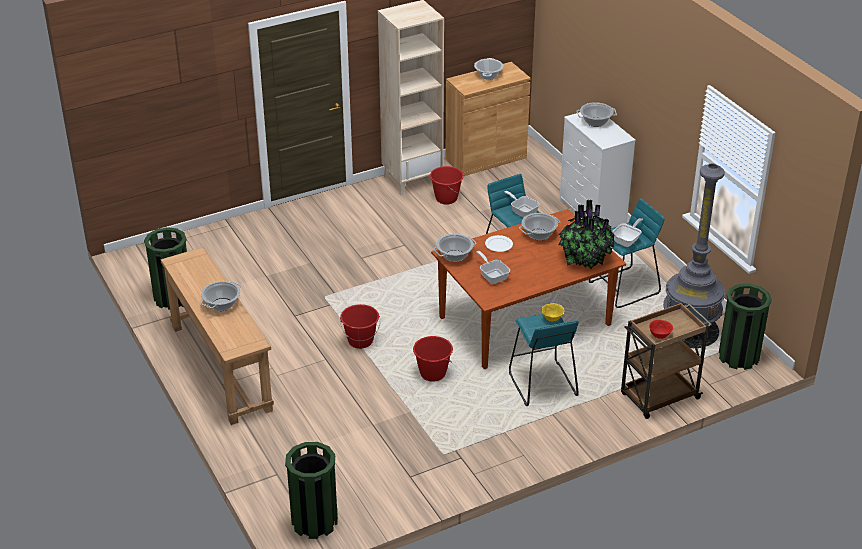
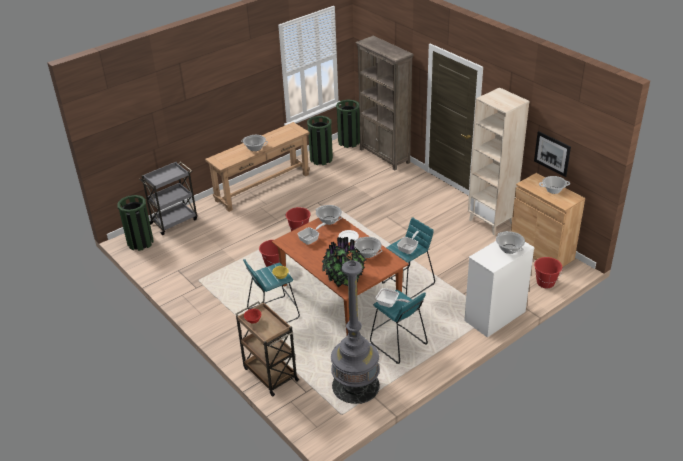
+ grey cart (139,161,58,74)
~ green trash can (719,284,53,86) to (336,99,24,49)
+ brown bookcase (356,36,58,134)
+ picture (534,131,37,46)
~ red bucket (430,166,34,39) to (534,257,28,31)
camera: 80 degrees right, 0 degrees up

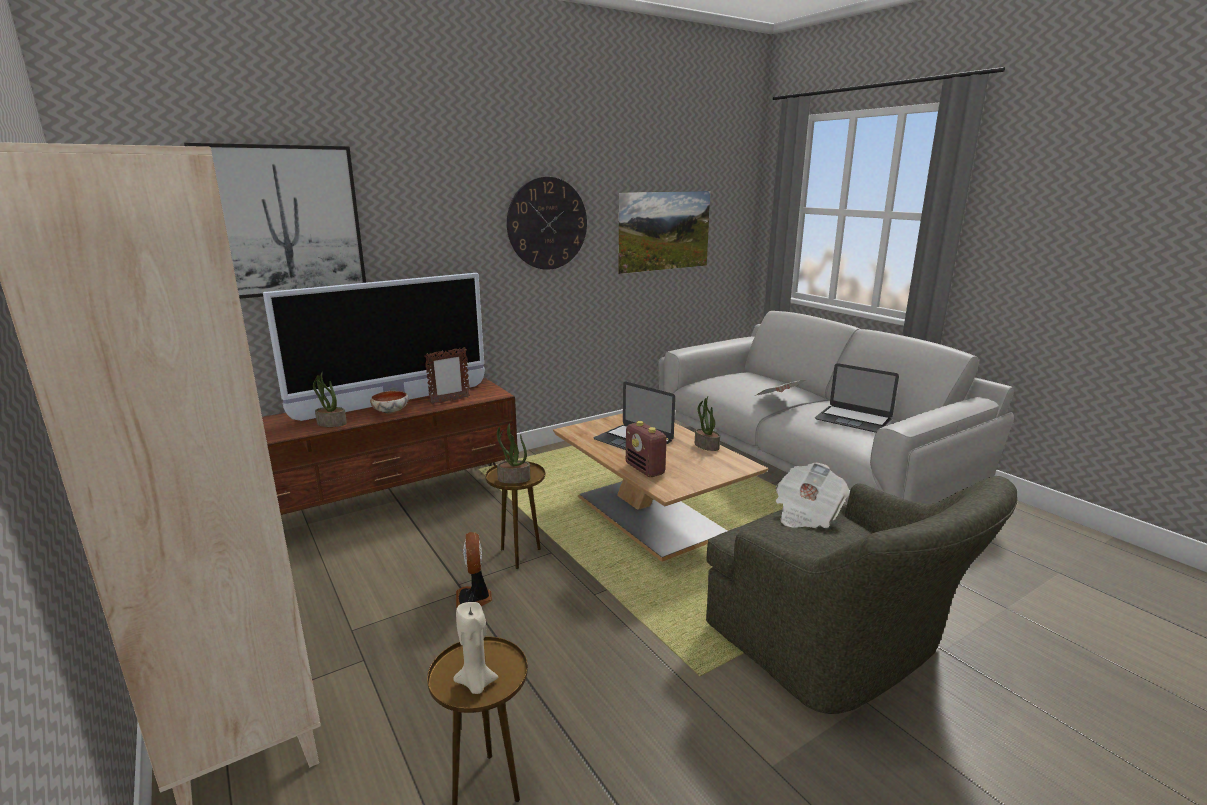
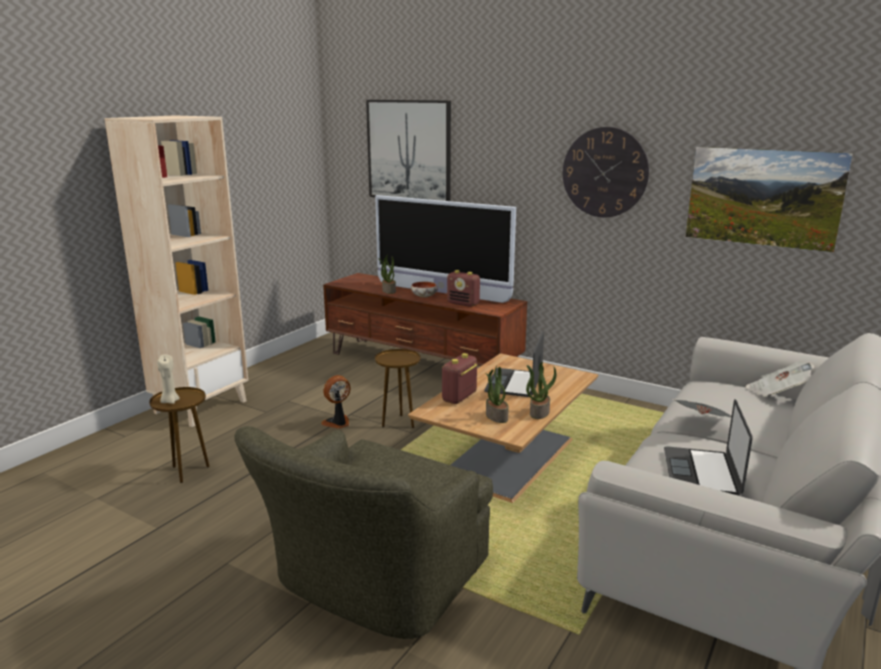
~ picture frame (424,347,46,57) to radio (447,270,33,37)
~ potted plant (497,424,33,60) to (485,366,24,57)
~ newspaper (776,463,73,65) to (746,361,69,36)
camera: 65 degrees right, 0 degrees up

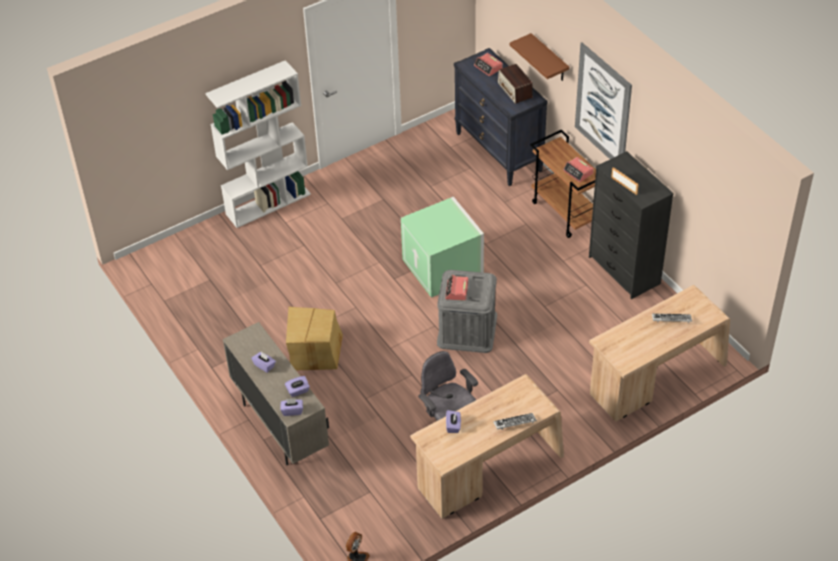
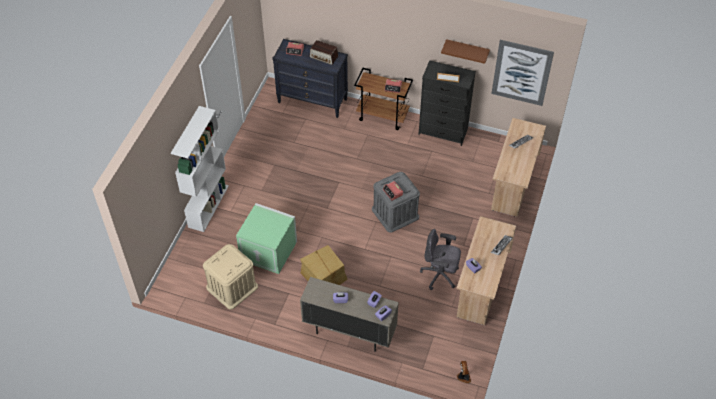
+ beige storage box (203,244,55,65)
~ green storage box (401,196,83,102) to (236,203,61,71)
~ brown shelf (510,33,59,48) to (441,39,49,25)
~ picture (575,42,57,117) to (491,40,63,66)
camera: 40 degrees left, 5 degrees up

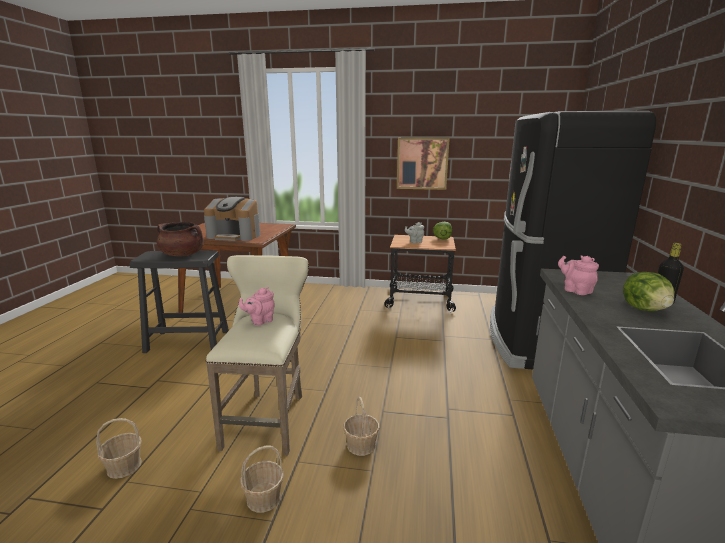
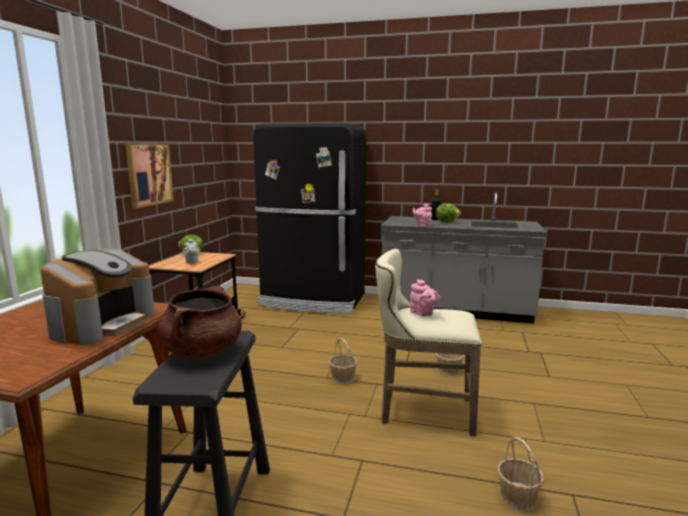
~ basket (240,446,44,67) to (329,338,28,46)
camera: 85 degrees left, 5 degrees down

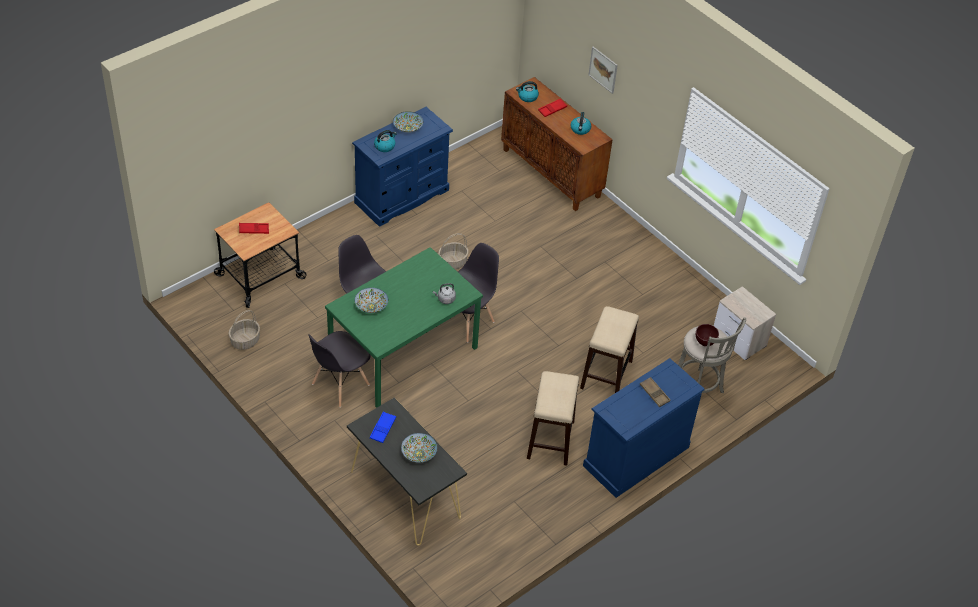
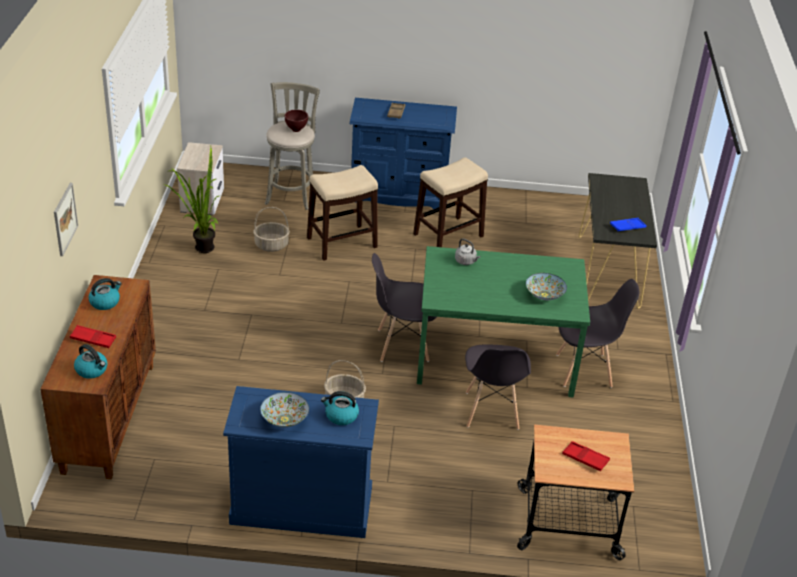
+ potted plant (165,146,54,107)
~ basket (228,310,32,40) to (253,207,37,45)
- bowl (401,433,37,30)
camera: 135 degrees left, 10 degrees down

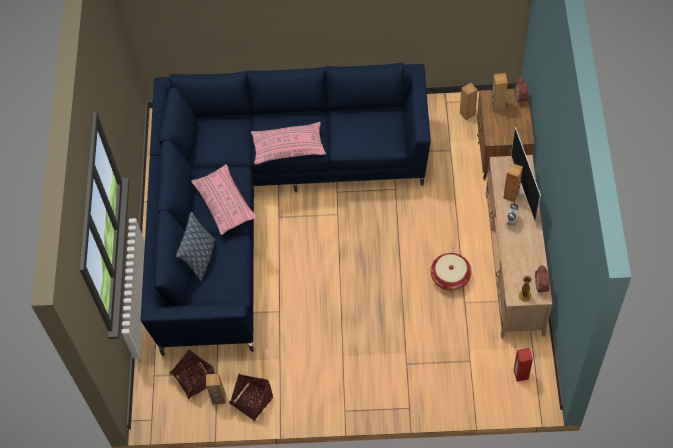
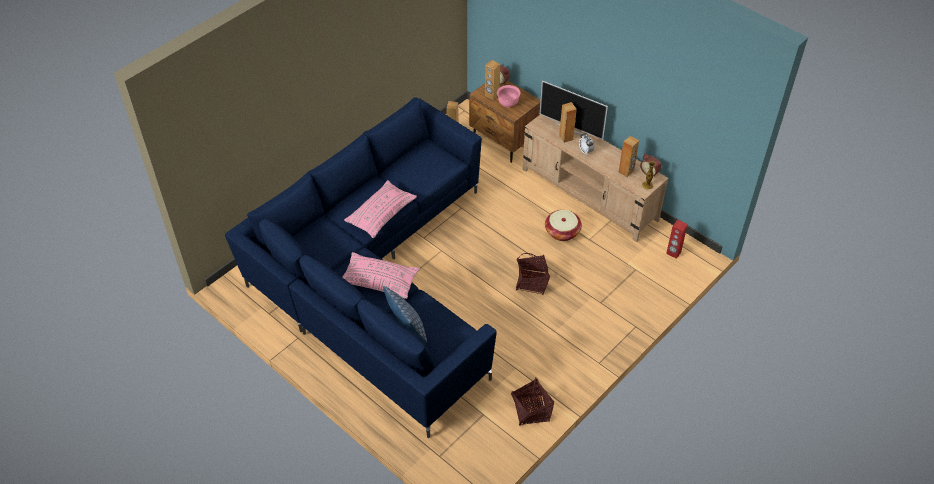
+ pink bowl (497,85,24,22)
~ basket (170,350,44,49) to (516,253,34,42)
~ brown speaker (206,374,20,31) to (619,136,20,41)
camera: 50 degrees left, 10 degrees down

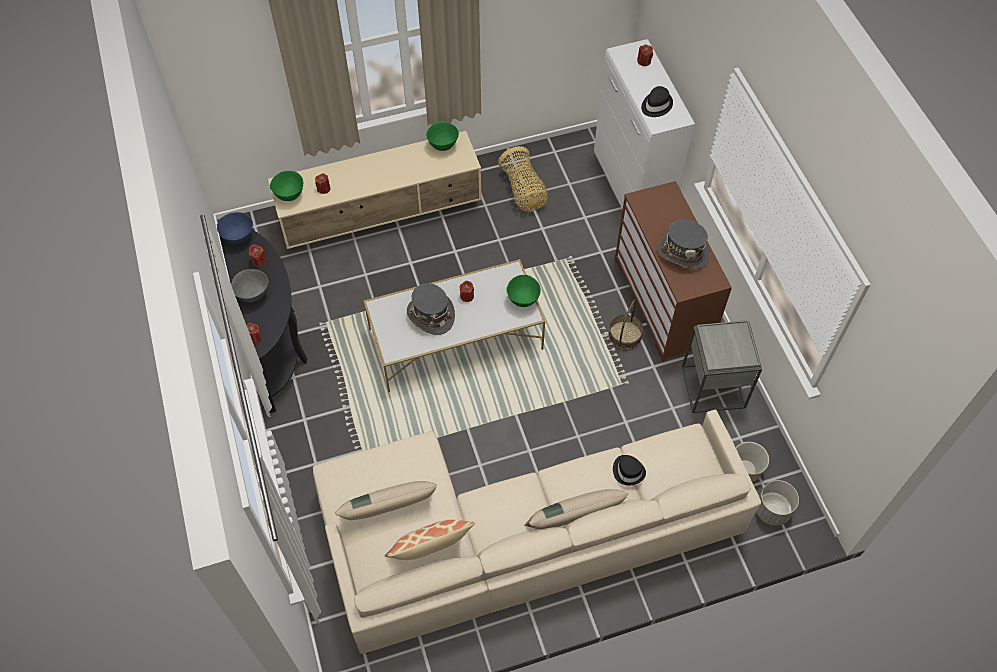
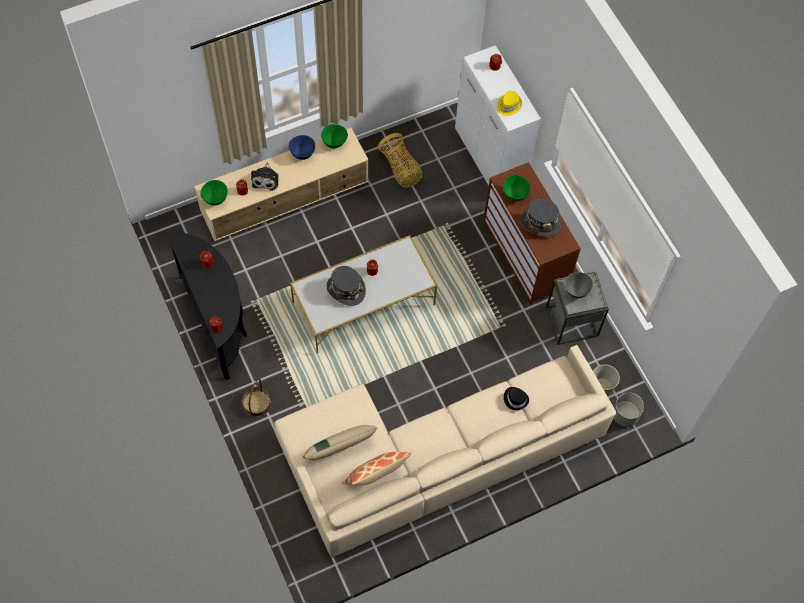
~ basket (608,299,35,50) to (242,378,29,39)
+ plush toy (251,162,27,29)
~ blue bowl (217,212,36,32) to (289,135,26,25)
~ black hat (641,86,32,31) to yellow hat (497,91,25,25)
~ green bowl (507,275,34,32) to (503,175,27,26)
~ grey bowl (231,269,37,33) to (565,272,28,26)
- beige pillow (524,489,104,40)
camera: 10 degrees left, 5 degrees up

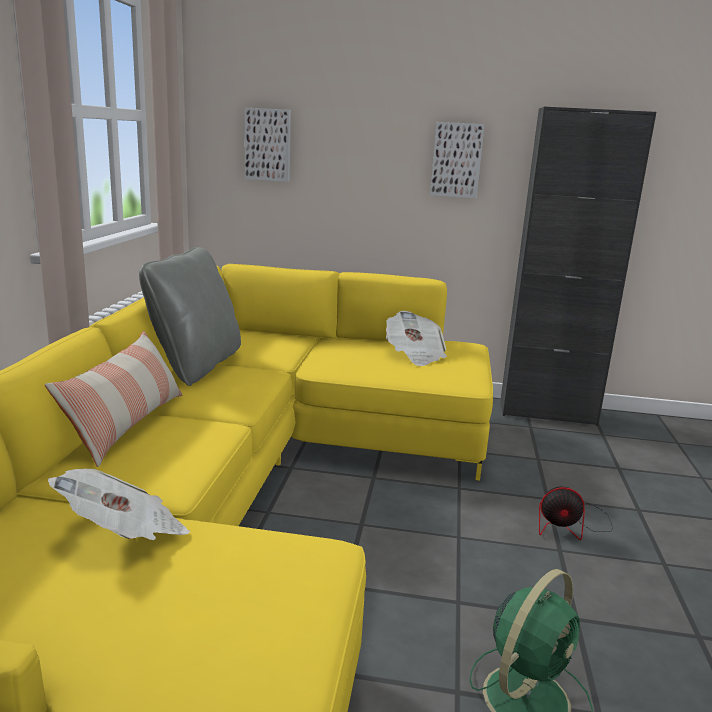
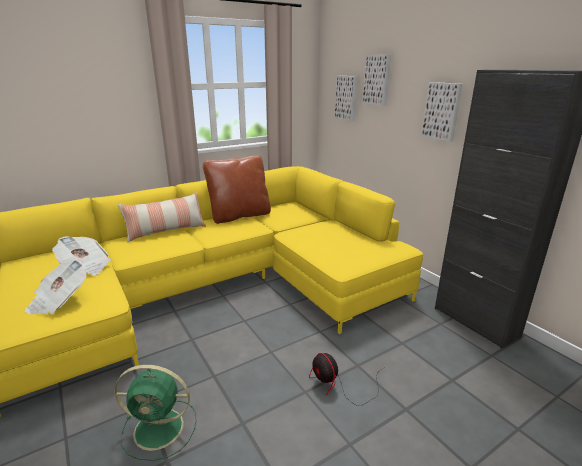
~ newspaper (386,311,61,55) to (25,260,62,55)
~ grey pillow (139,247,102,139) to brown pillow (203,156,68,68)
+ picture (362,55,29,51)
camera: 50 degrees right, 5 degrees up

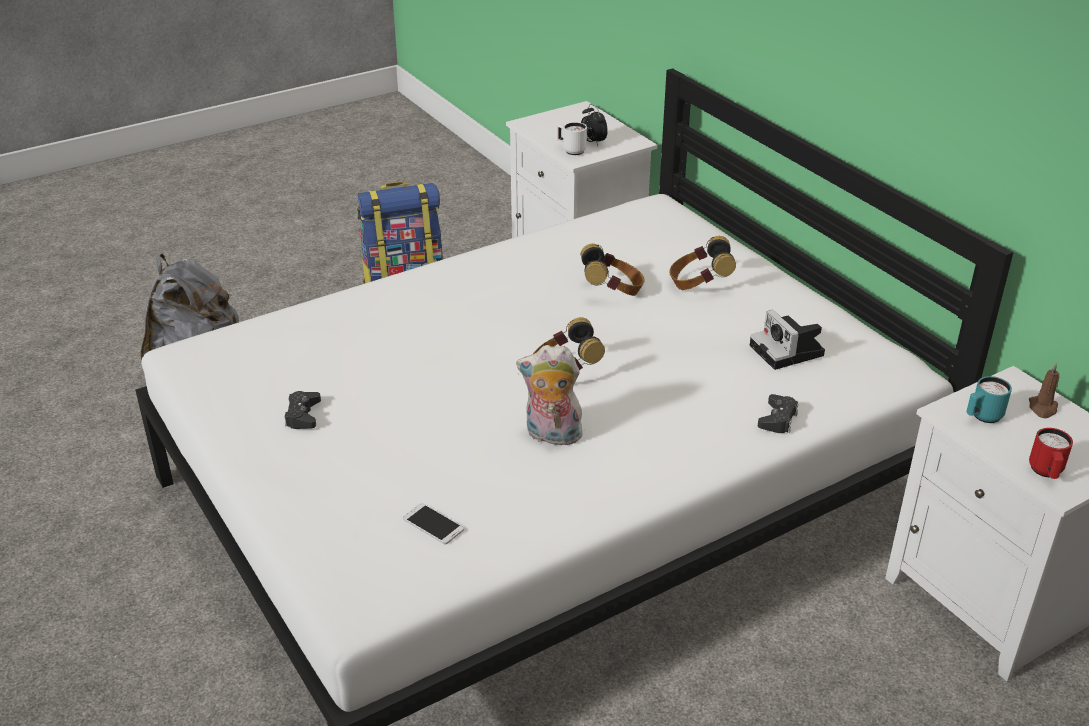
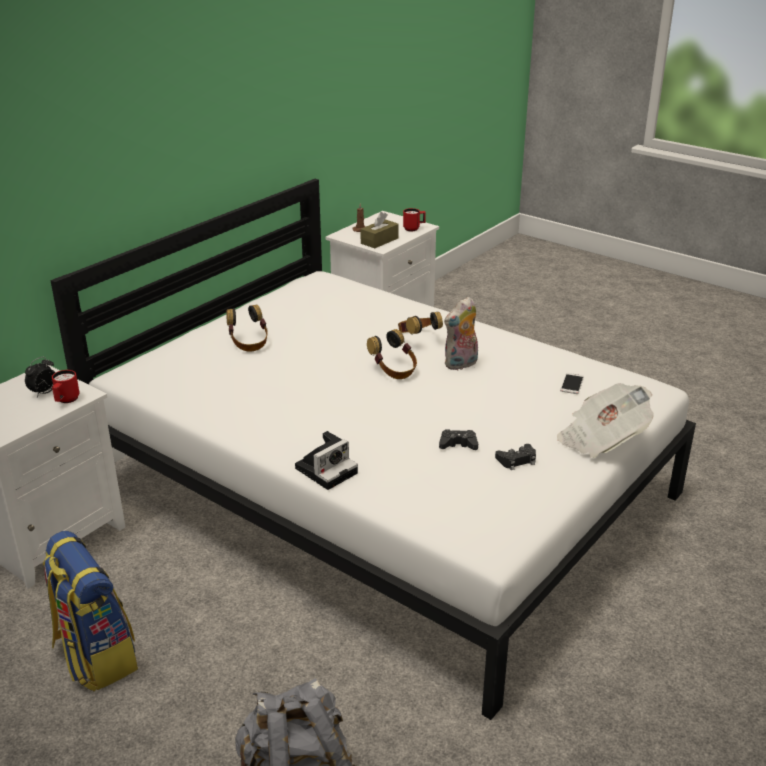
~ white mug (557,122,30,33) to red mug (52,370,27,33)
~ photo camera (750,310,75,60) to (295,431,63,59)
~ turquoise mug (966,376,46,47) to brown tissue box (360,212,39,37)
~ headphones (581,244,64,52) to (398,311,45,24)
~ black game controller (758,394,40,39) to (439,429,39,21)
~ plush toy (516,345,67,101) = (444,297,34,73) 60 degrees clockwise
+ newspaper (557,383,97,75)
camera: 110 degrees left, 5 degrees down

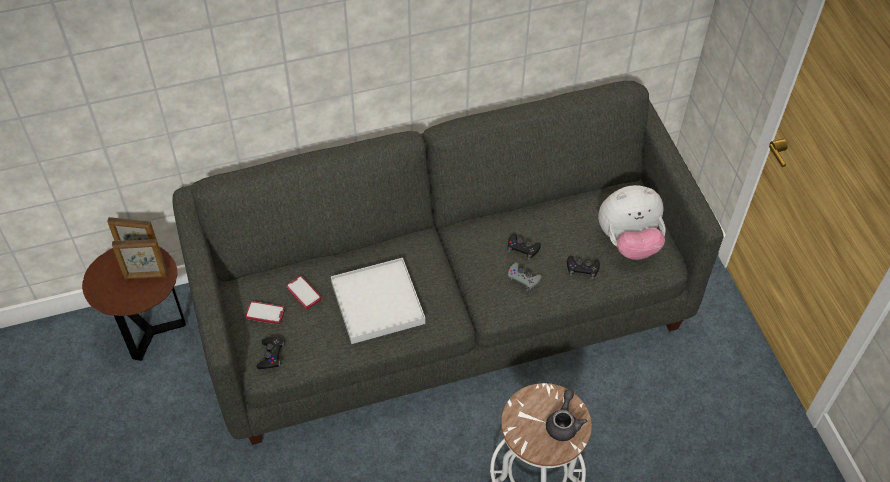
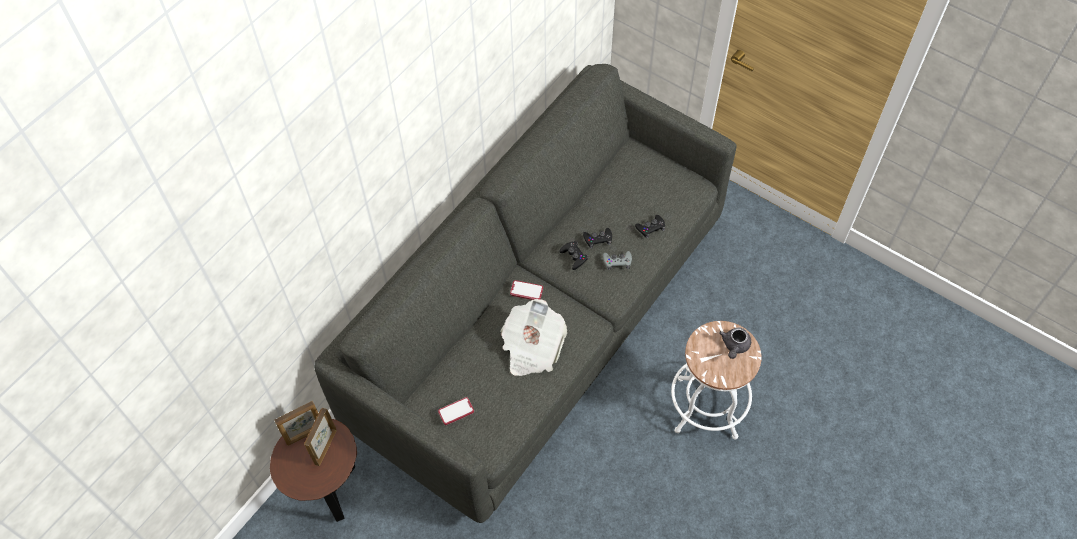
~ picture frame (112,239,55,40) = (304,408,33,58) 150 degrees clockwise
~ white tray (331,258,94,86) to newspaper (501,299,66,77)
~ phone (286,276,35,33) to (510,280,33,20)
~ black game controller (256,337,29,32) to (559,241,29,29)
~ grey teapot (546,389,41,52) = (719,328,32,31) 135 degrees counterclockwise
- plush toy (598,185,68,75)
camera: 35 degrees left, 5 degrees up

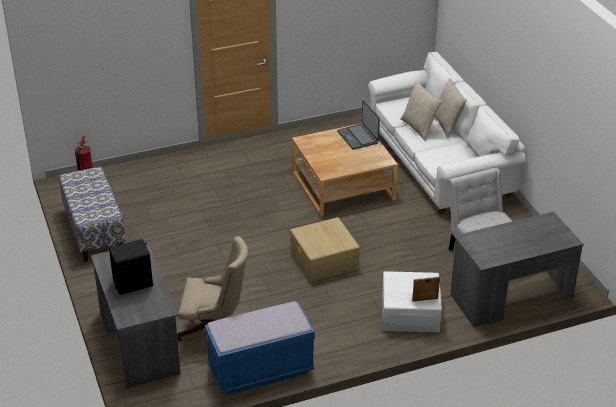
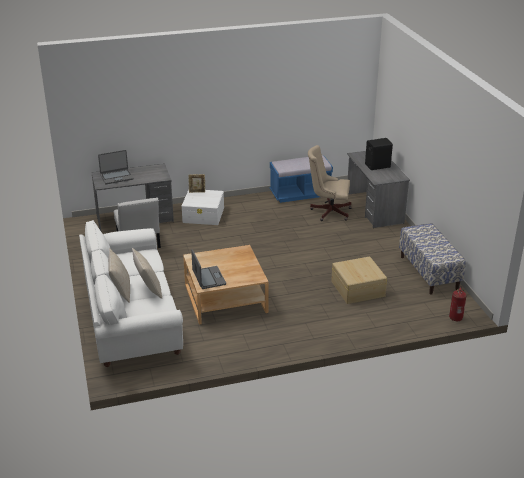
+ laptop (98,150,36,34)
~ beige storage box (290,217,70,65) to (331,256,56,48)
camera: 175 degrees left, 5 degrees down

